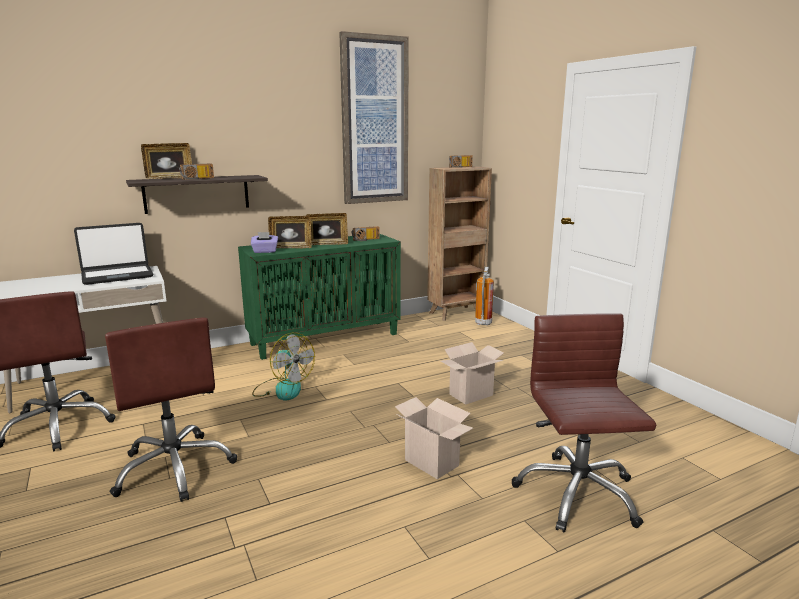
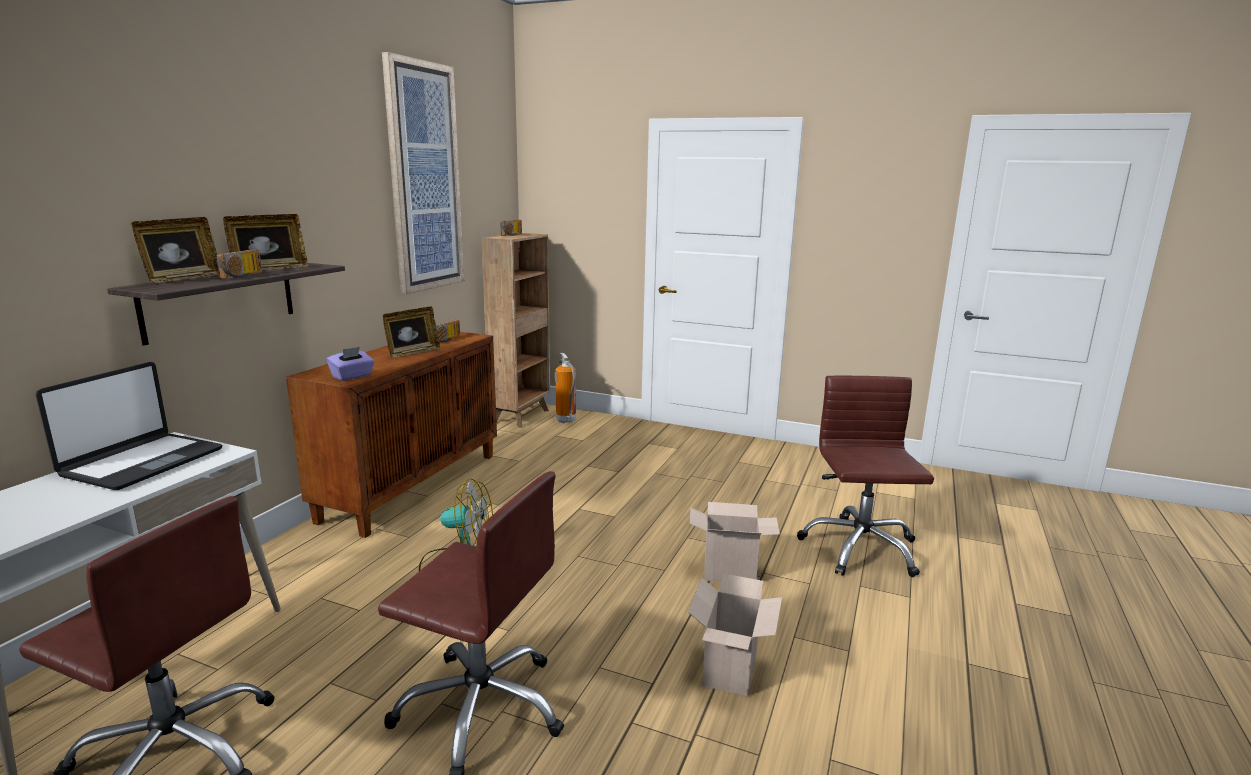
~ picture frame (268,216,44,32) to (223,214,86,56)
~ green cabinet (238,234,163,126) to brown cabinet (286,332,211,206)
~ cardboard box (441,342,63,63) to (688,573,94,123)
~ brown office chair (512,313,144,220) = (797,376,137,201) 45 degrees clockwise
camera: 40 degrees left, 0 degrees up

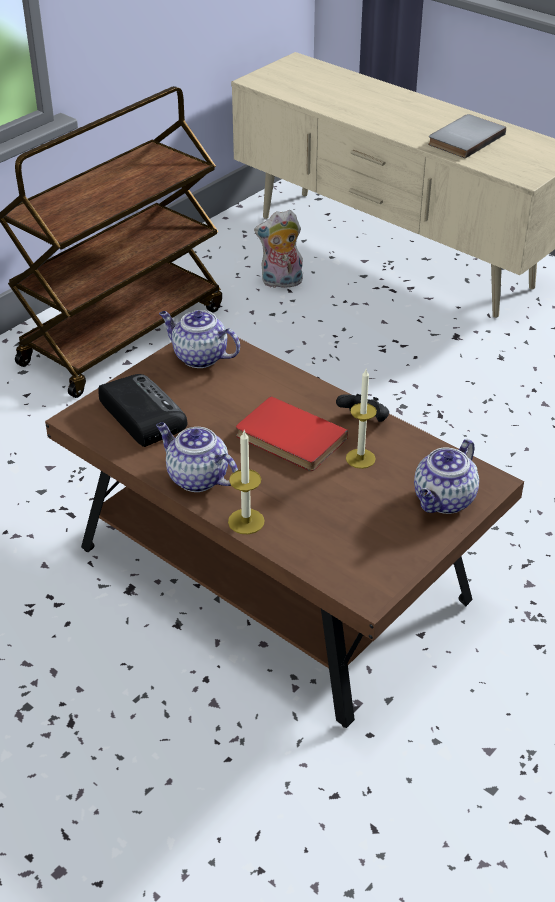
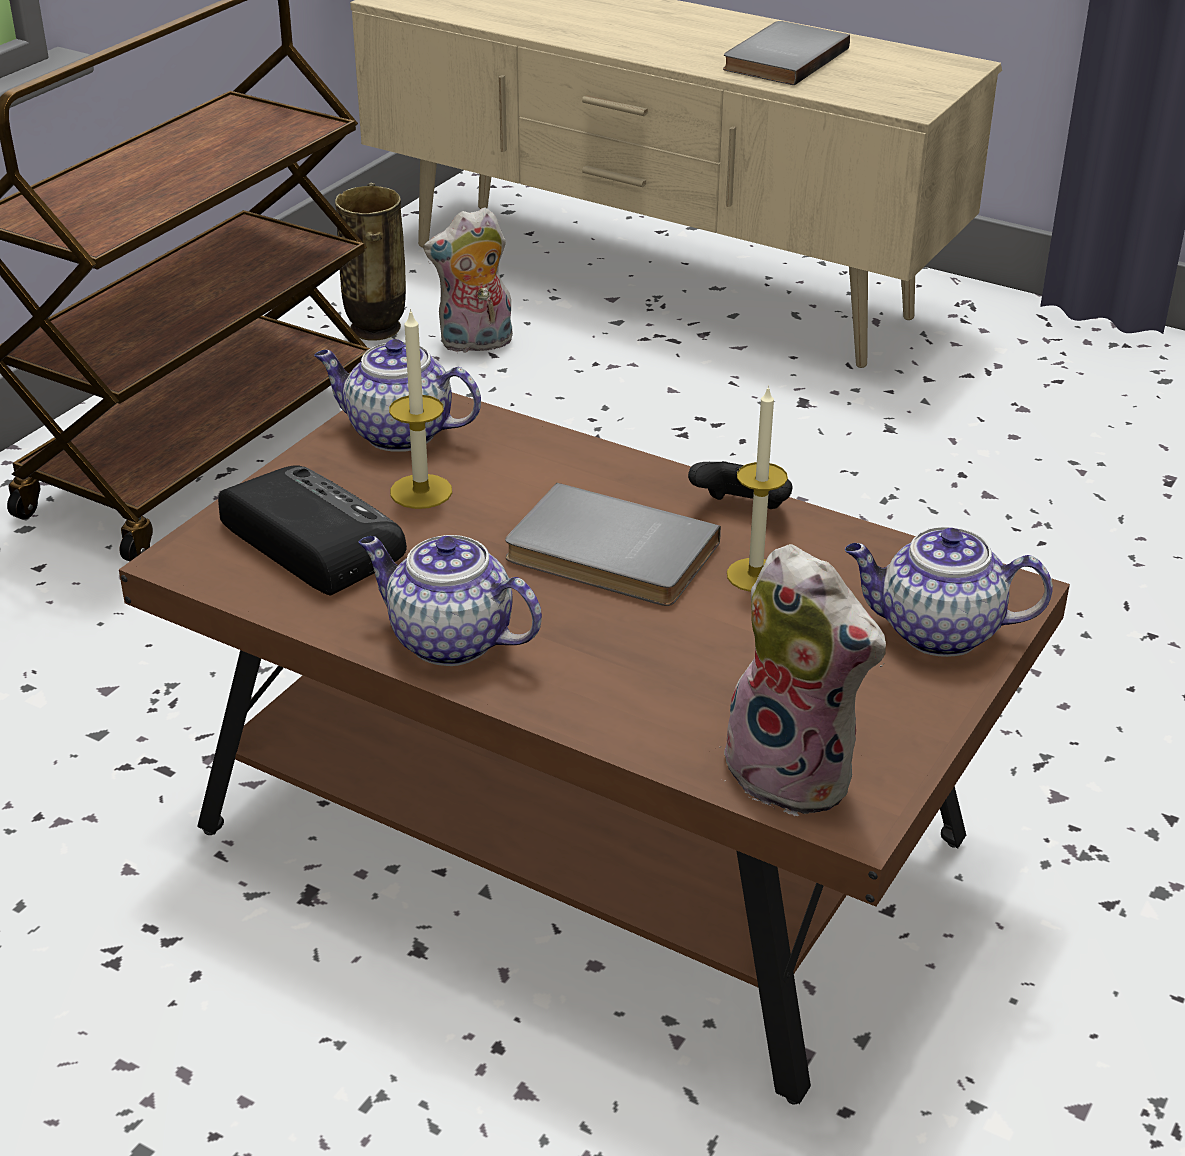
+ vase (335,183,71,158)
~ candle (228,431,37,103) to (389,309,63,200)
~ red book (236,396,112,75) to grey book (505,483,216,123)
+ plush toy (719,544,167,272)
~ teapot (414,439,65,75) = (845,527,208,130) 75 degrees clockwise
camera: 10 degrees left, 5 degrees down

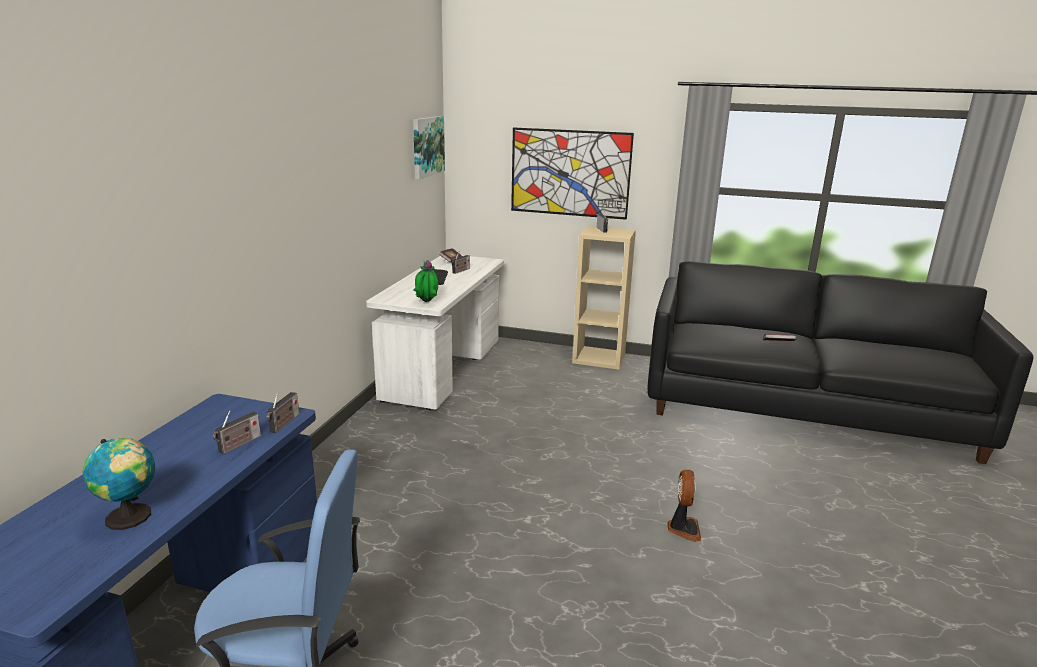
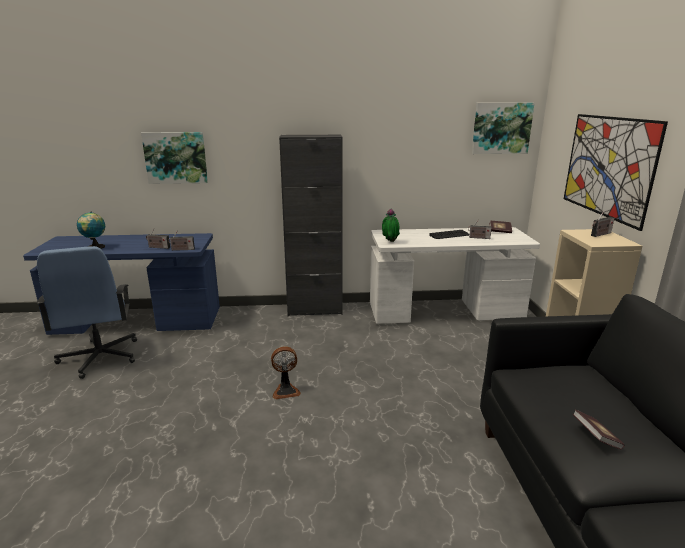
+ picture (141,132,67,52)
~ fan (667,470,34,72) to (271,346,30,53)
+ black cabinet (279,135,64,181)
camera: 70 degrees right, 0 degrees up

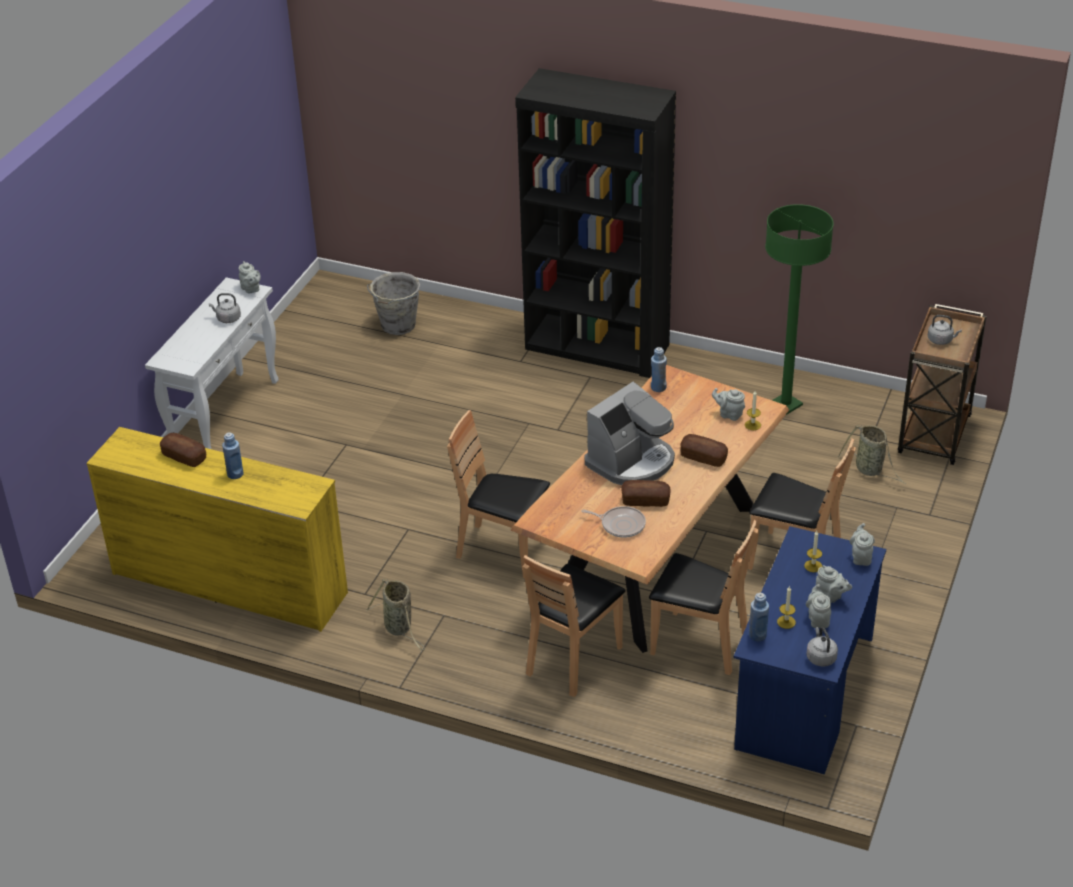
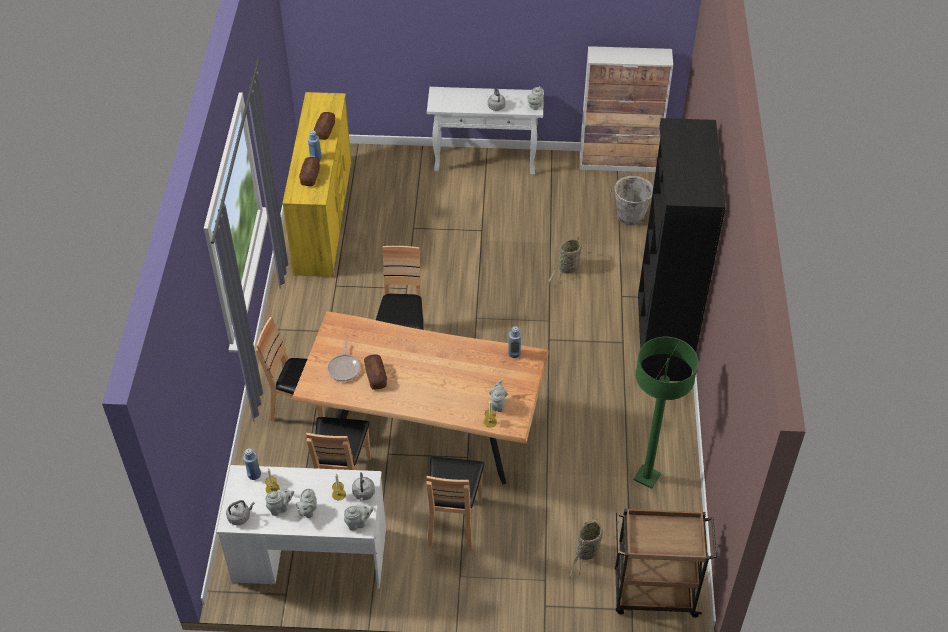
~ blue desk (734,526,152,248) to white desk (217,465,169,124)
~ bread (681,434,47,33) to (299,157,21,29)
~ grey kettle (928,315,34,30) to (352,472,23,29)
~ basket (366,579,59,72) to (548,237,36,49)
+ cabinet (579,46,94,126)
- coffee machine (585,381,90,104)
camera: 70 degrees right, 10 degrees up

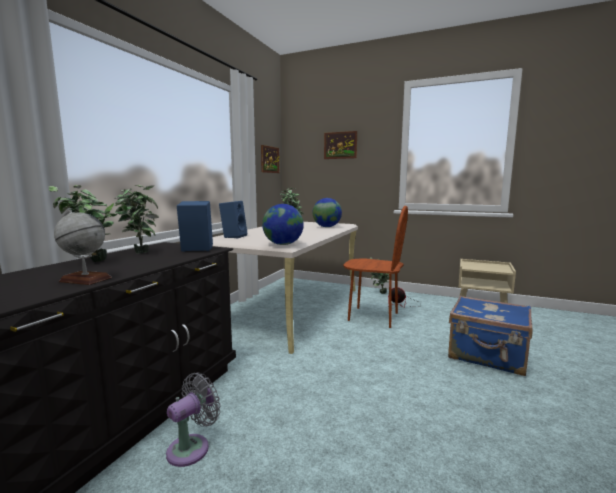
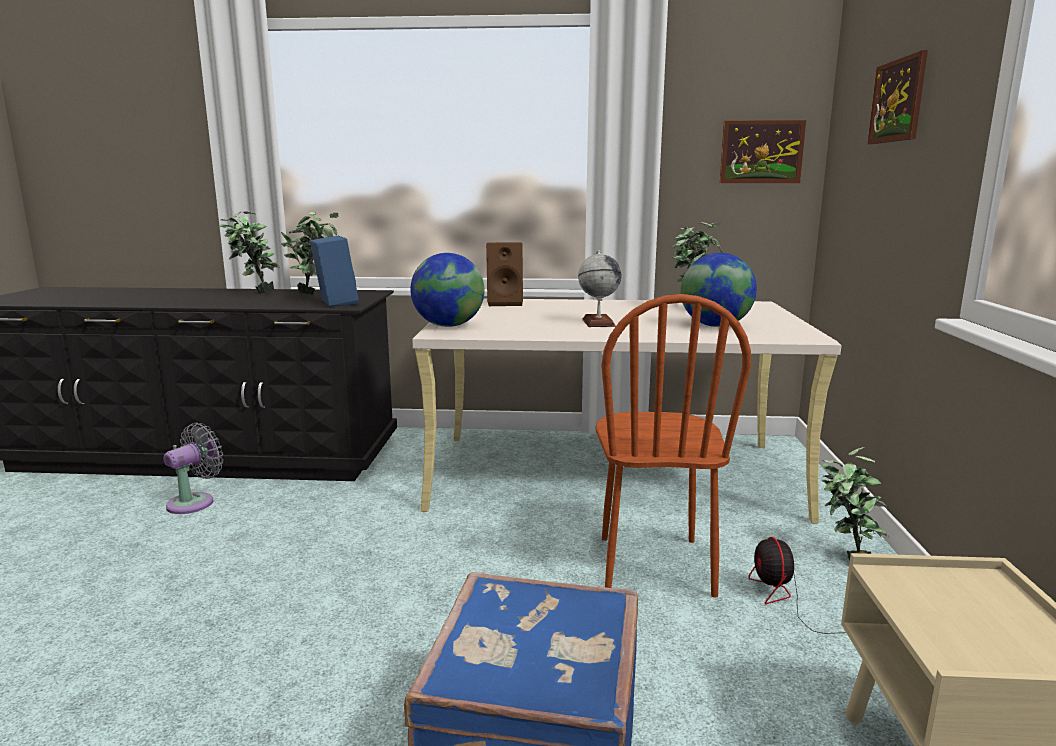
~ grey fan (166,372,55,95) = (164,423,59,91) 75 degrees counterclockwise
~ blue speaker (219,201,28,37) to brown speaker (486,242,37,64)
~ globe (54,210,58,75) to (578,251,44,76)
camera: 70 degrees right, 5 degrees up

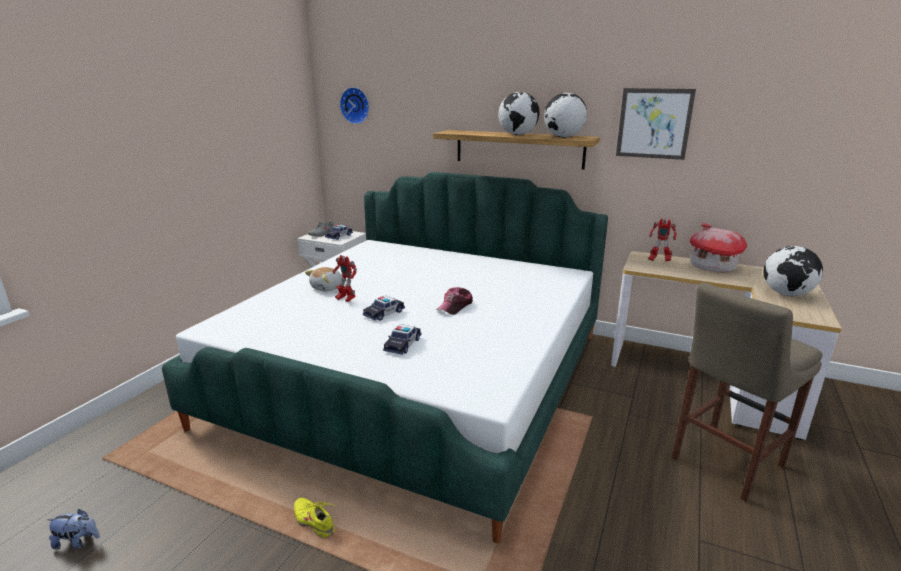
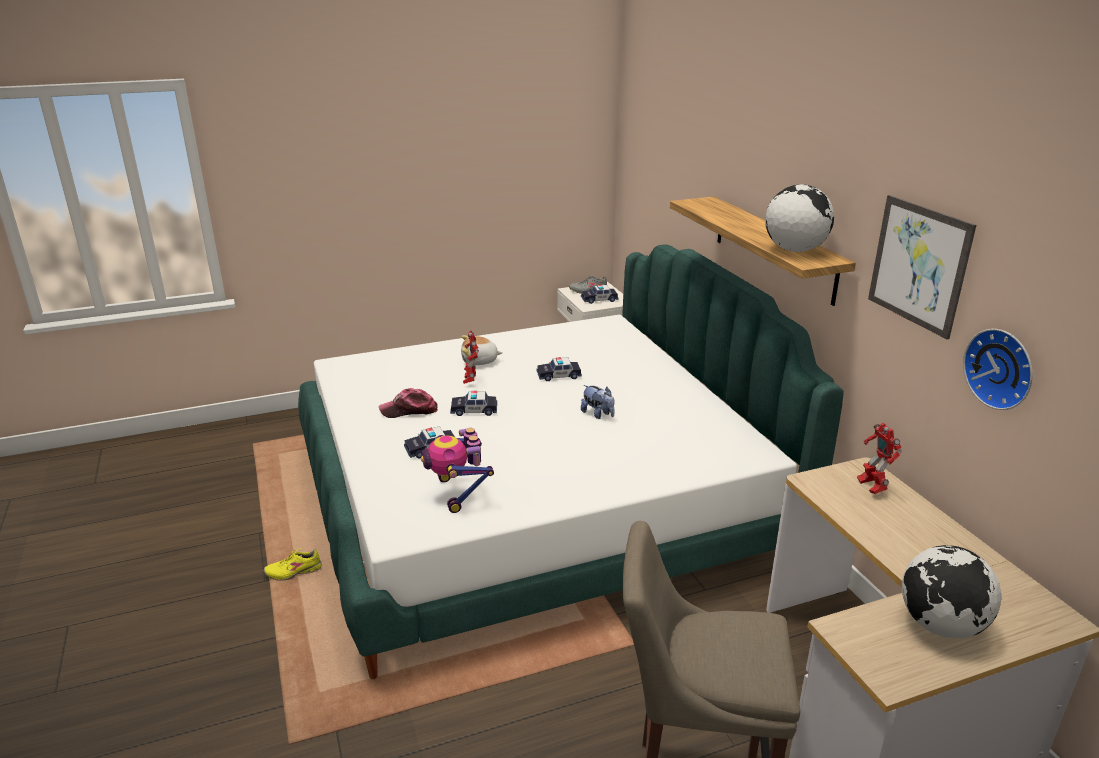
~ yellow shoe (294,497,42,41) = (264,548,58,33) 105 degrees counterclockwise
~ cap (436,287,37,28) to (379,388,59,30)
+ toy robot (421,428,73,85)
+ toy car (537,357,45,24)
~ plush toy (46,509,54,40) to (581,385,34,34)
~ wall clock (340,87,29,37) to (963,329,70,81)
- globe (498,92,42,43)
- toy house (690,223,57,49)
camera: 45 degrees right, 5 degrees up

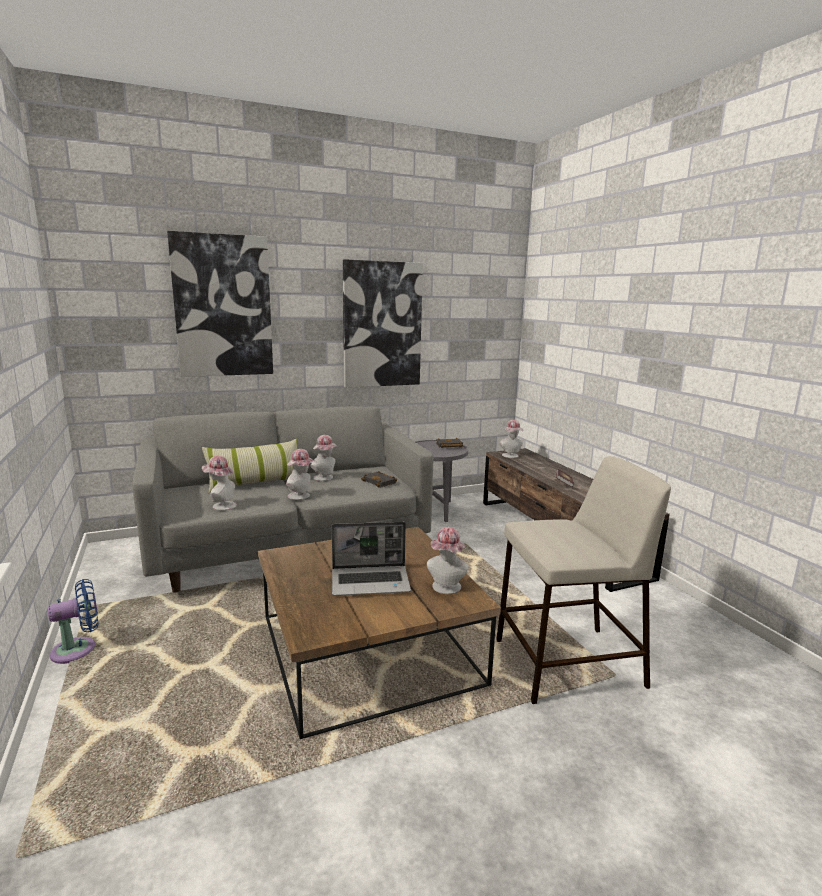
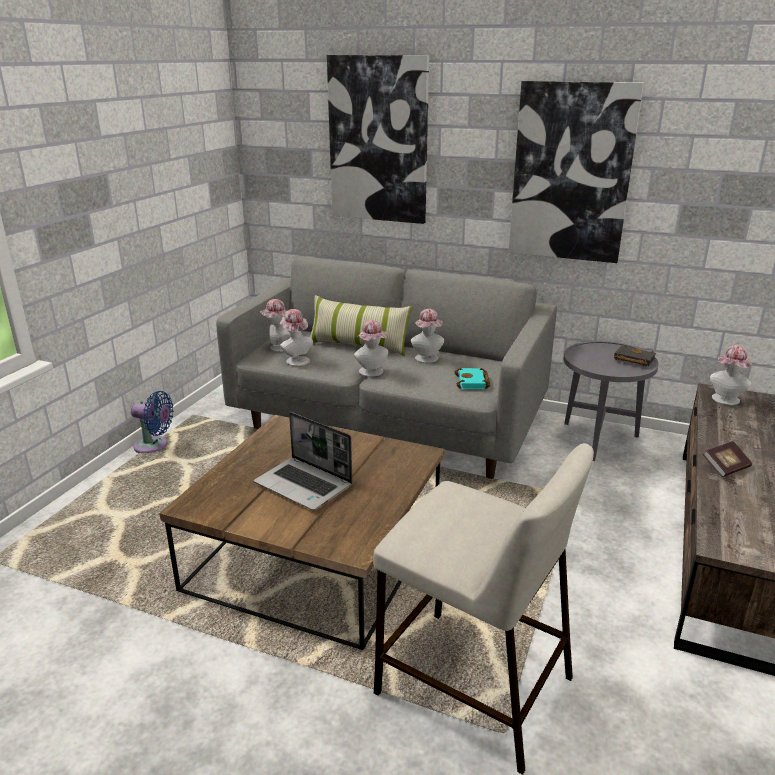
~ hat (427,527,42,67) to (260,299,31,53)
~ black book (361,471,36,17) to turquoise book (455,368,35,21)
camera: 45 degrees right, 10 degrees up

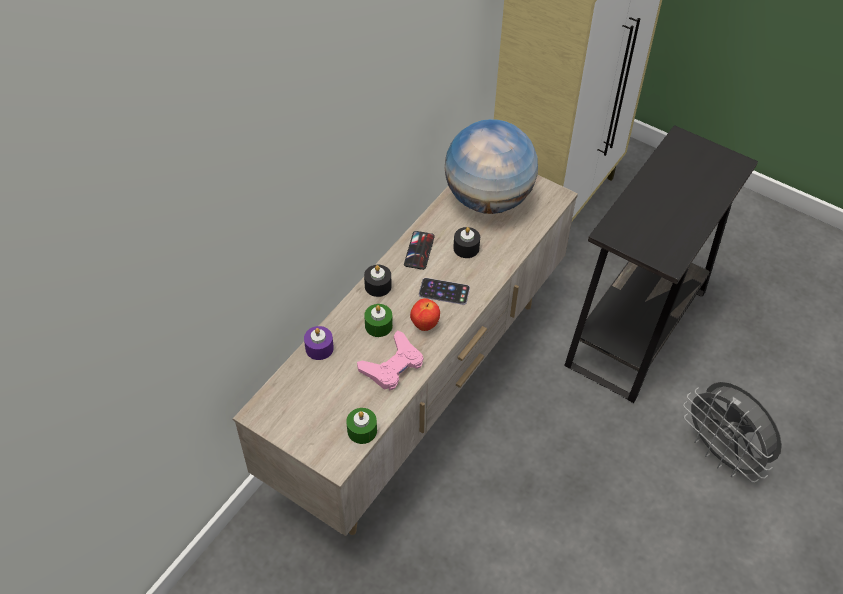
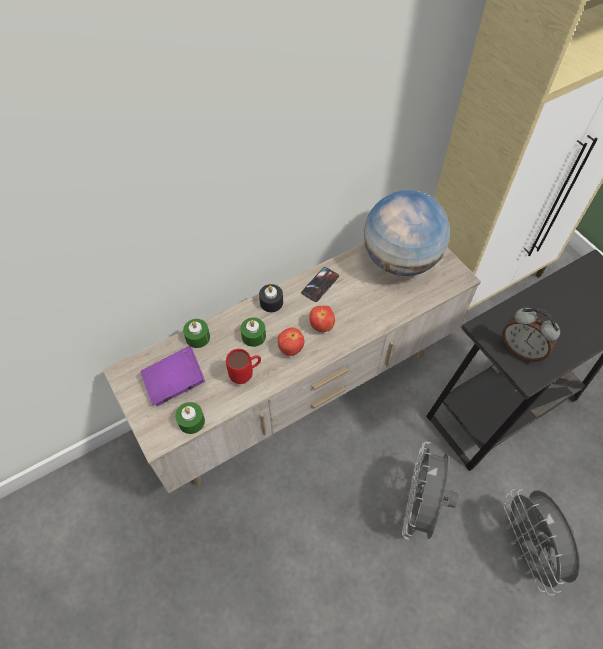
+ purple book (141,346,64,60)
~ purple candle (304,326,30,34) to green candle (183,319,27,29)
~ pink game controller (357,330,66,60) to red mug (226,349,35,35)
~ phone (419,278,51,27) to apple (309,306,26,26)
+ grey fan (402,442,56,98)
+ alarm clock (502,308,58,54)
- black candle (453,227,27,31)
camera: 25 degrees right, 5 degrees up

